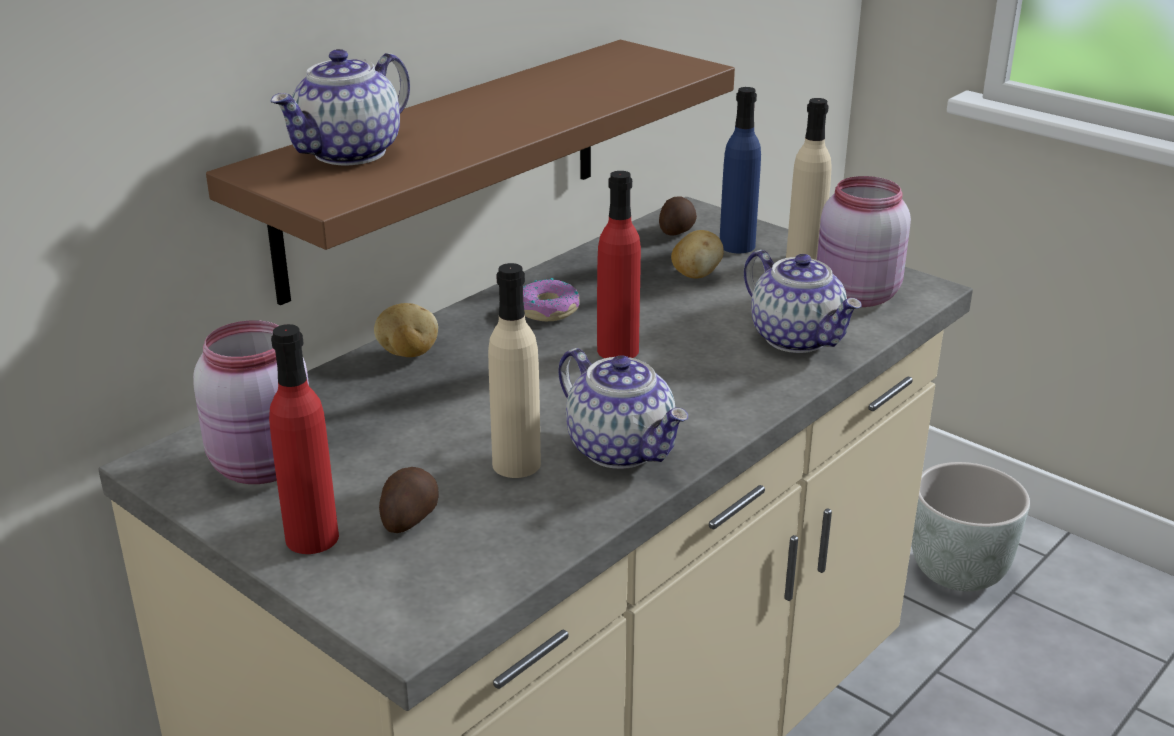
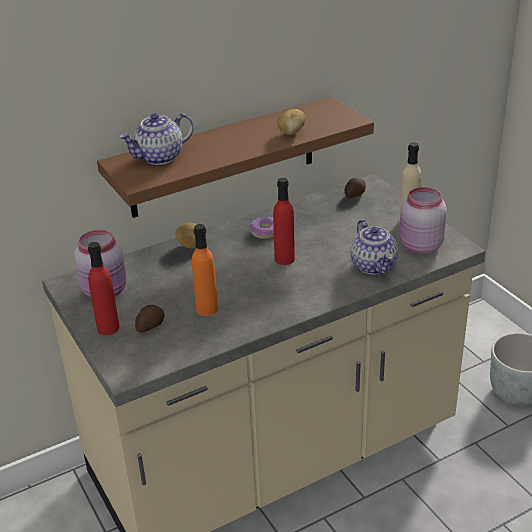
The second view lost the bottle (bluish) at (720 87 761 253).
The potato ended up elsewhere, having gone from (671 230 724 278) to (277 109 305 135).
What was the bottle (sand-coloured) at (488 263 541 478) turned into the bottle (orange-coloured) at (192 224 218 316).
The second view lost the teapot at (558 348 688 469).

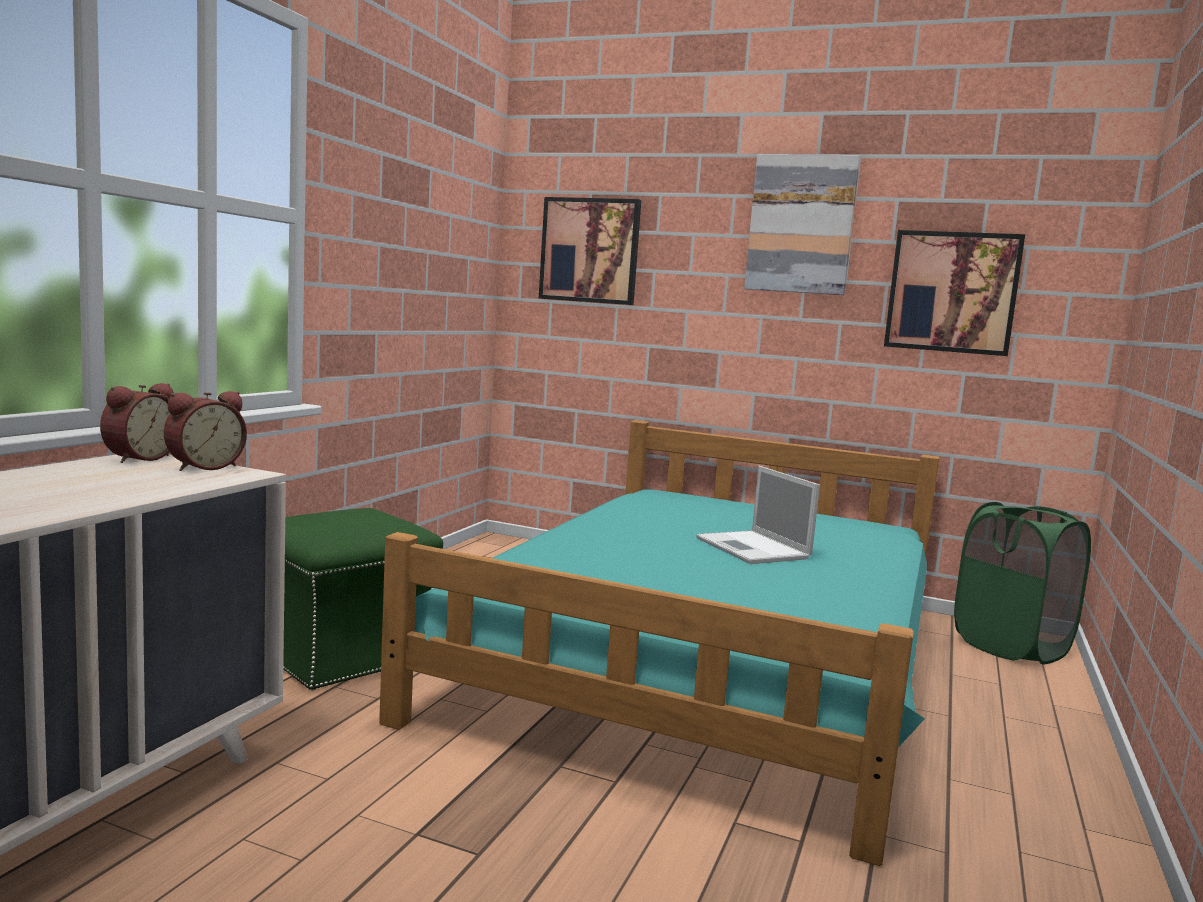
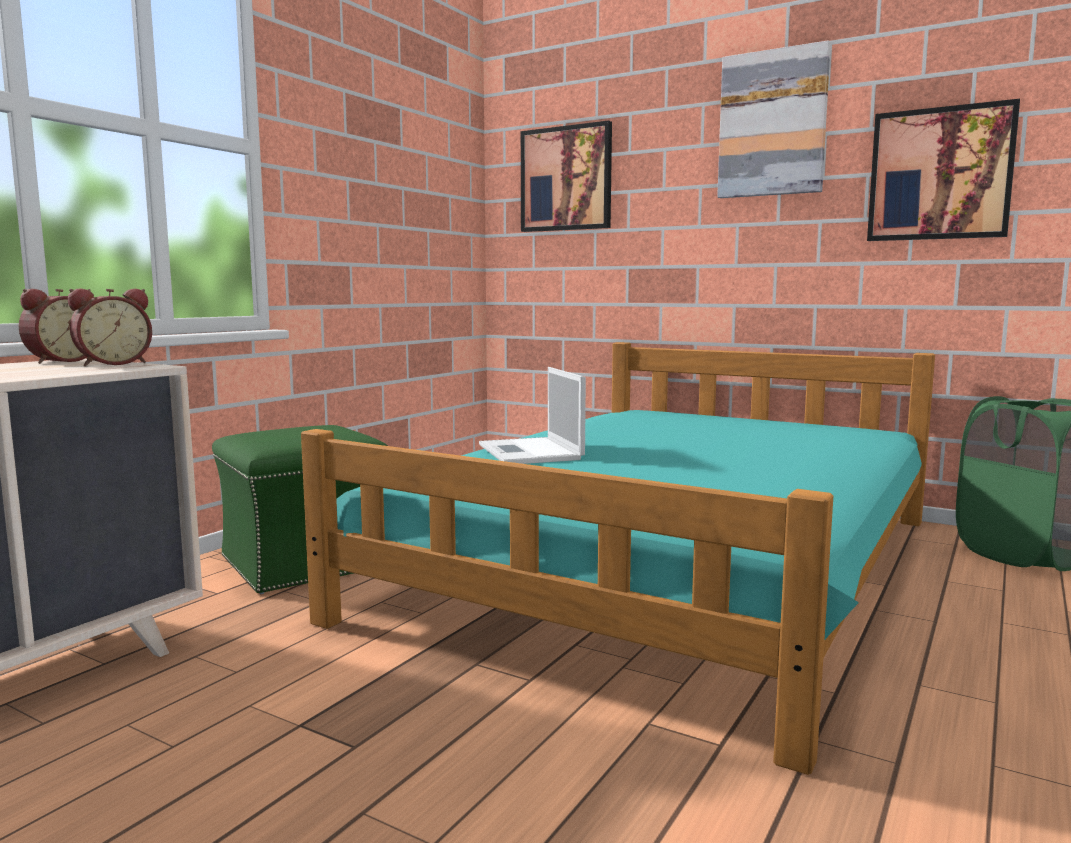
The portable computer ended up elsewhere, having gone from (696 466 820 564) to (479 367 586 464).

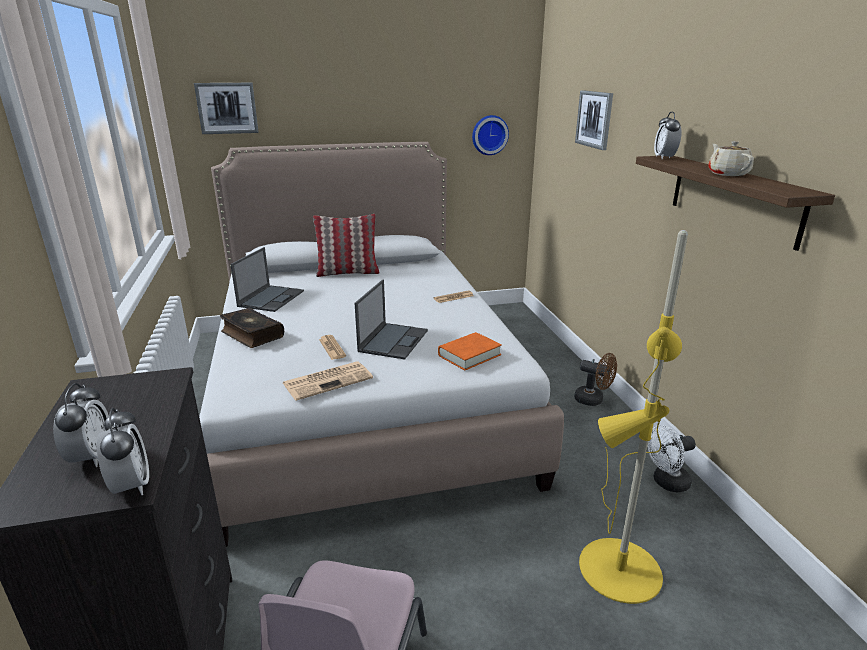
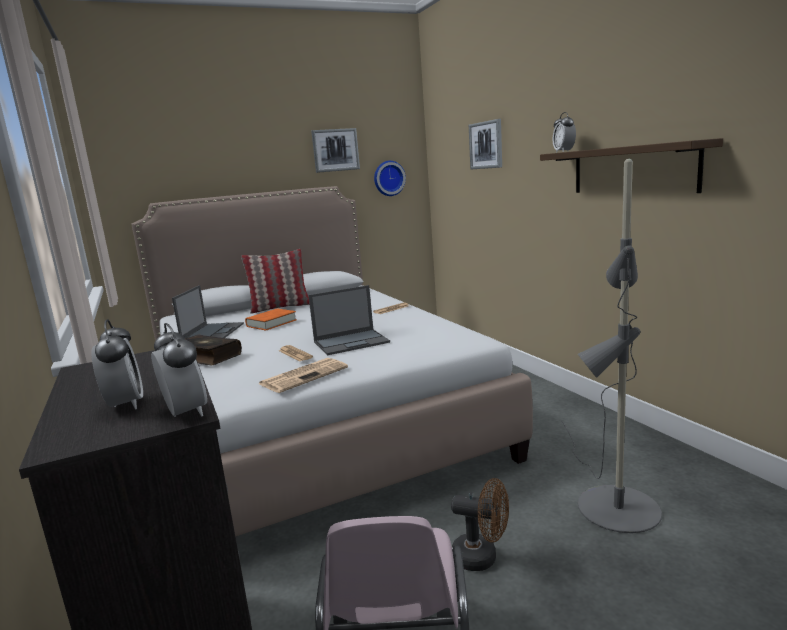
The wall picture ended up elsewhere, having gone from (194 83 259 134) to (311 128 360 173).
The second view lost the teapot (sand-coloured) at (708 141 754 176).
What was the floor lamp (yellow-coloured) at (579 230 688 604) turned into the floor lamp (greyish) at (560 159 662 533).
The portable computer at (355 279 428 359) ended up facing another way, 60 degrees clockwise from before.
The bound book (orange-coloured) ended up elsewhere, having gone from (438 332 502 371) to (245 308 297 331).
The electric fan (brown-coloured) ended up elsewhere, having gone from (574 353 617 406) to (451 478 509 571).
The second view lost the electric fan (white-coloured) at (647 425 696 493).

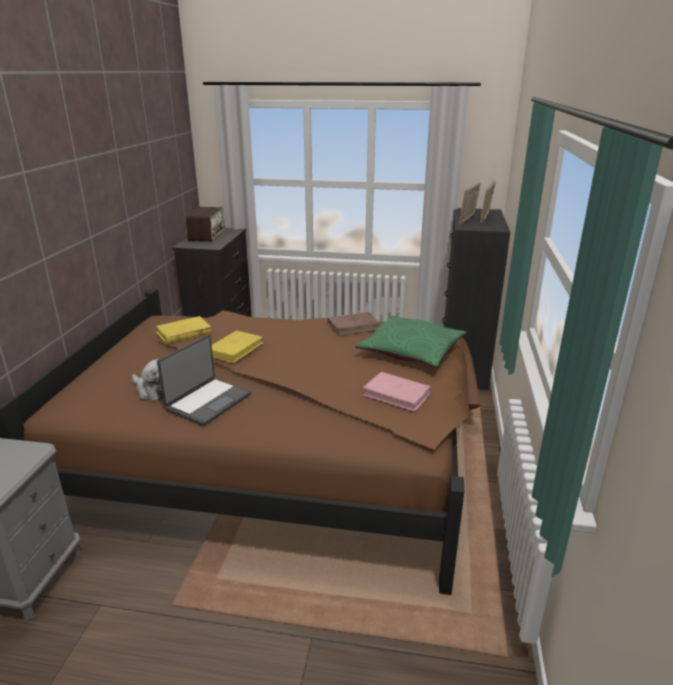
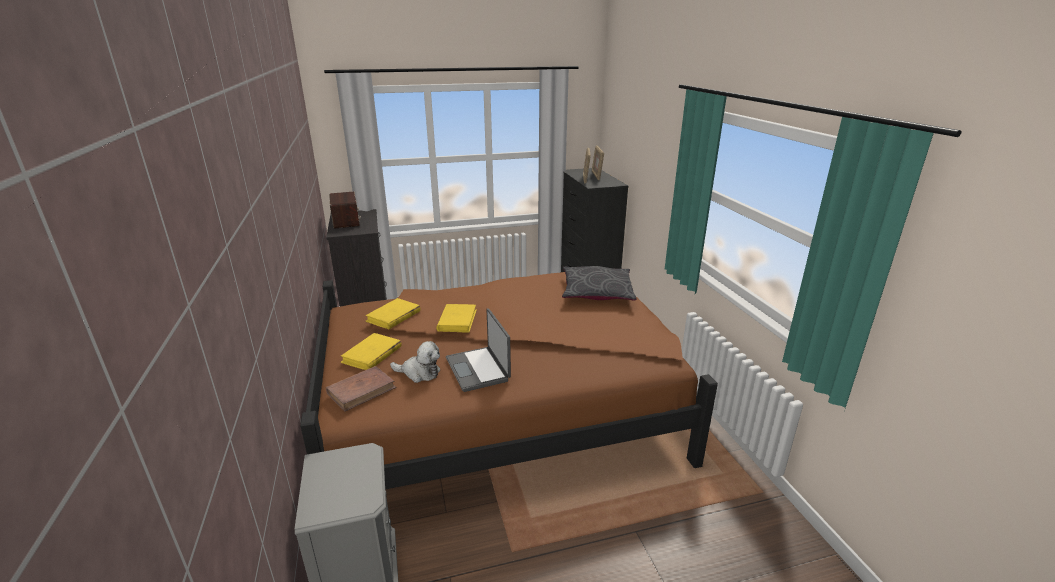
The bound book (brown-coloured) ended up elsewhere, having gone from (328 312 380 336) to (326 366 397 412).
What was the pillow (greenish) at (355 316 466 368) turned into the pillow (greyish) at (562 266 637 301).
The portable computer at (157 335 251 426) ended up facing another way, 150 degrees clockwise from before.
The second view lost the bound book (pink) at (363 372 431 412).
The second view gained the bound book (yellow-coloured) at (341 333 401 370).

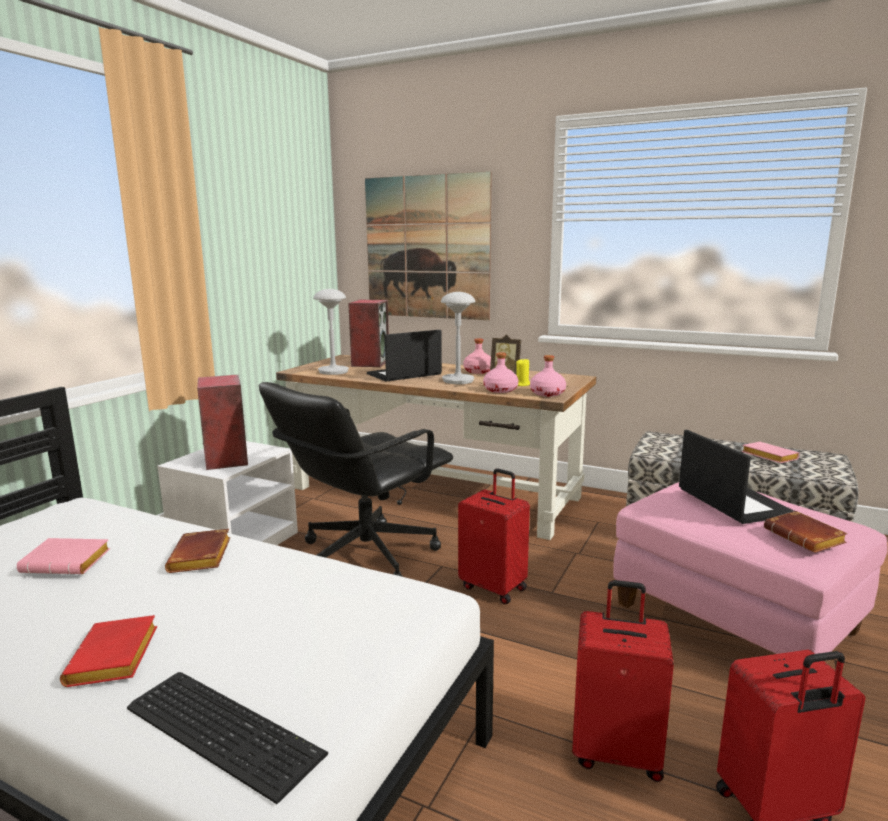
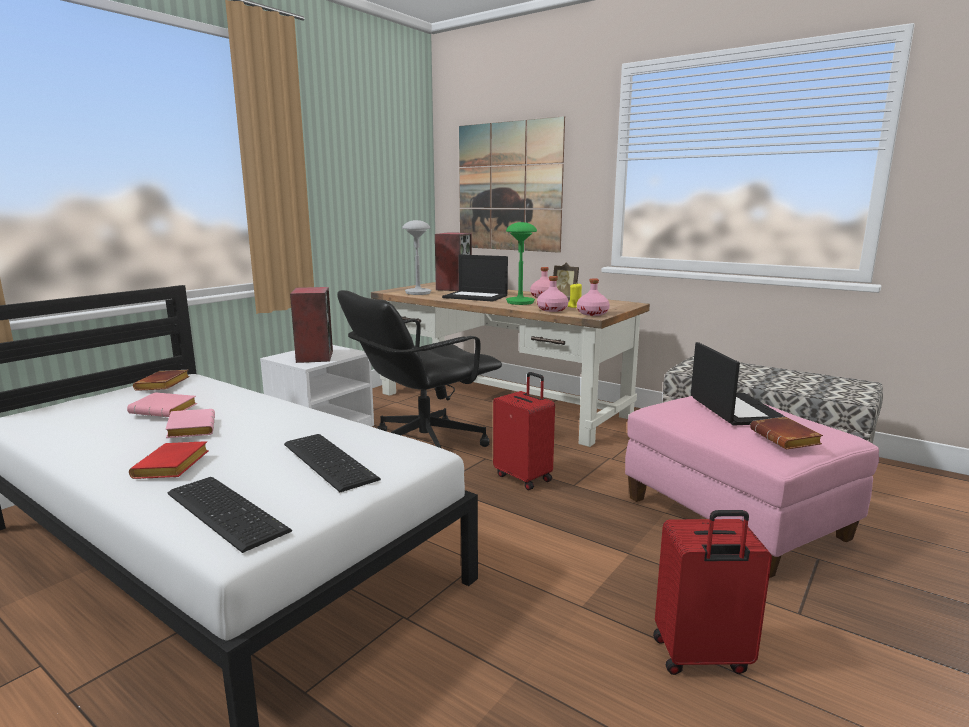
What was the lamp for a table (greyish) at (441 292 476 384) turned into the lamp for a table (greenish) at (506 222 537 305).
The portable computer at (367 330 442 382) ended up facing another way, 135 degrees counterclockwise from before.
The bound book (pink) ended up elsewhere, having gone from (742 442 800 463) to (165 409 215 438).
The bound book (brown-coloured) ended up elsewhere, having gone from (165 528 230 573) to (133 370 190 391).
The second view lost the travel case (reddish) at (572 580 674 782).
The second view gained the computer keyboard at (284 434 381 492).

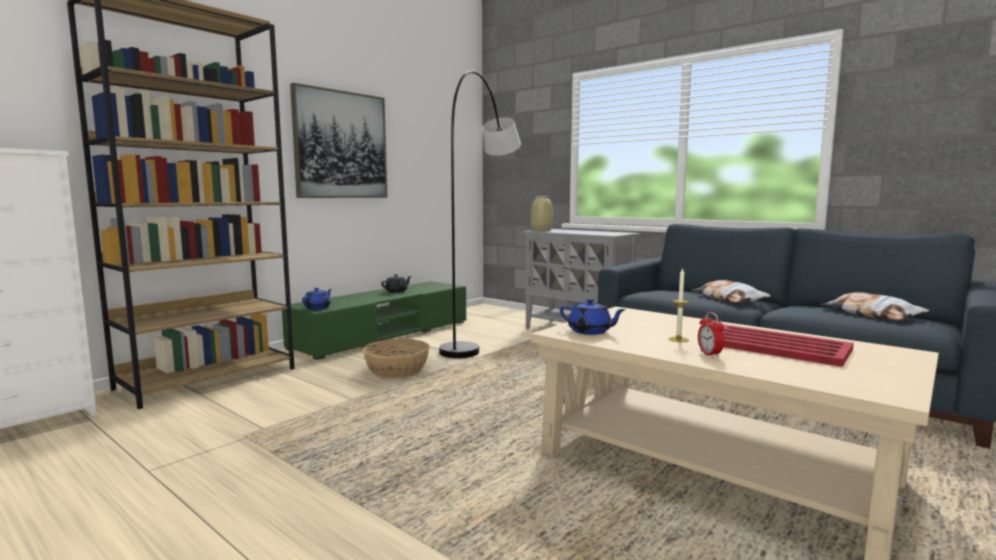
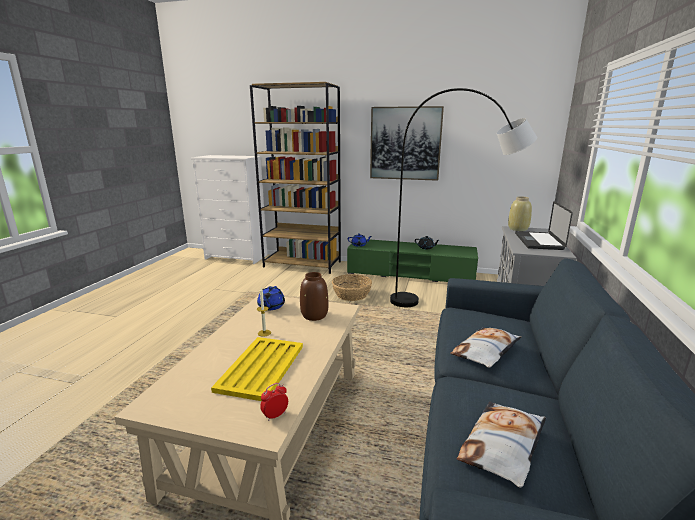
The bedside clock ended up elsewhere, having gone from (698 312 724 358) to (260 383 288 421).
What was the serving tray (reddish) at (722 324 854 367) turned into the serving tray (yellow-coloured) at (211 337 303 401).
The second view gained the portable computer at (515 201 573 250).
The second view gained the decorative vase (brown-coloured) at (300 272 328 321).

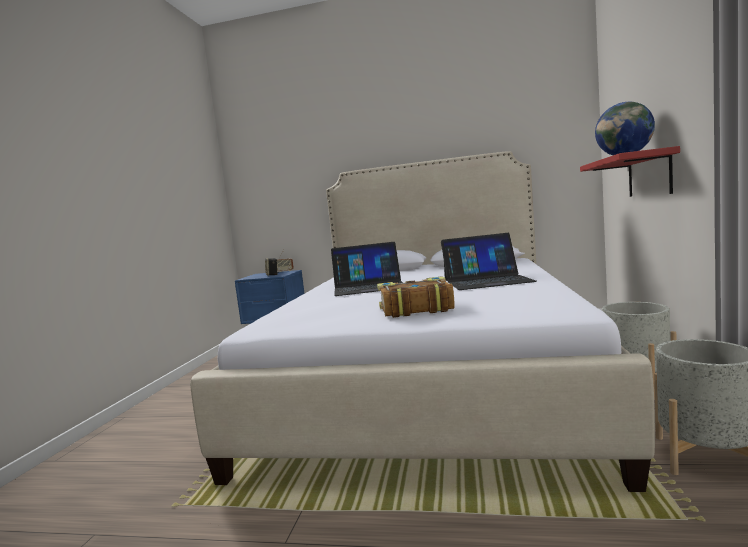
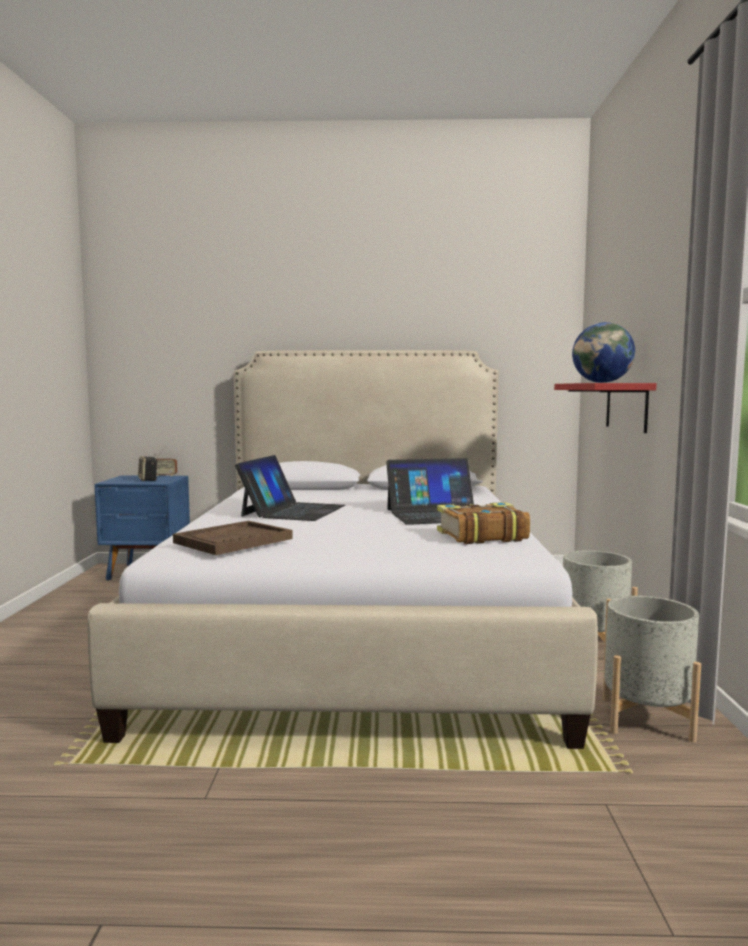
The portable computer at (331 242 403 296) ended up facing another way, 60 degrees counterclockwise from before.
The bound book ended up elsewhere, having gone from (377 276 455 318) to (437 502 530 544).
The second view gained the serving tray (brown-coloured) at (173 521 293 555).

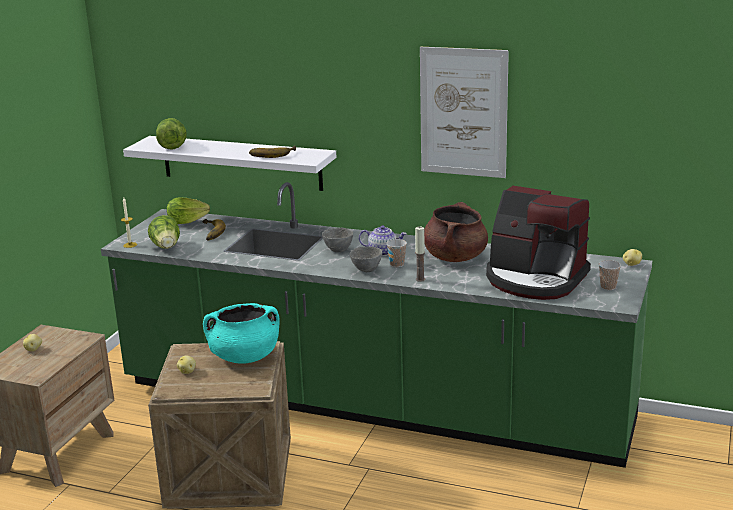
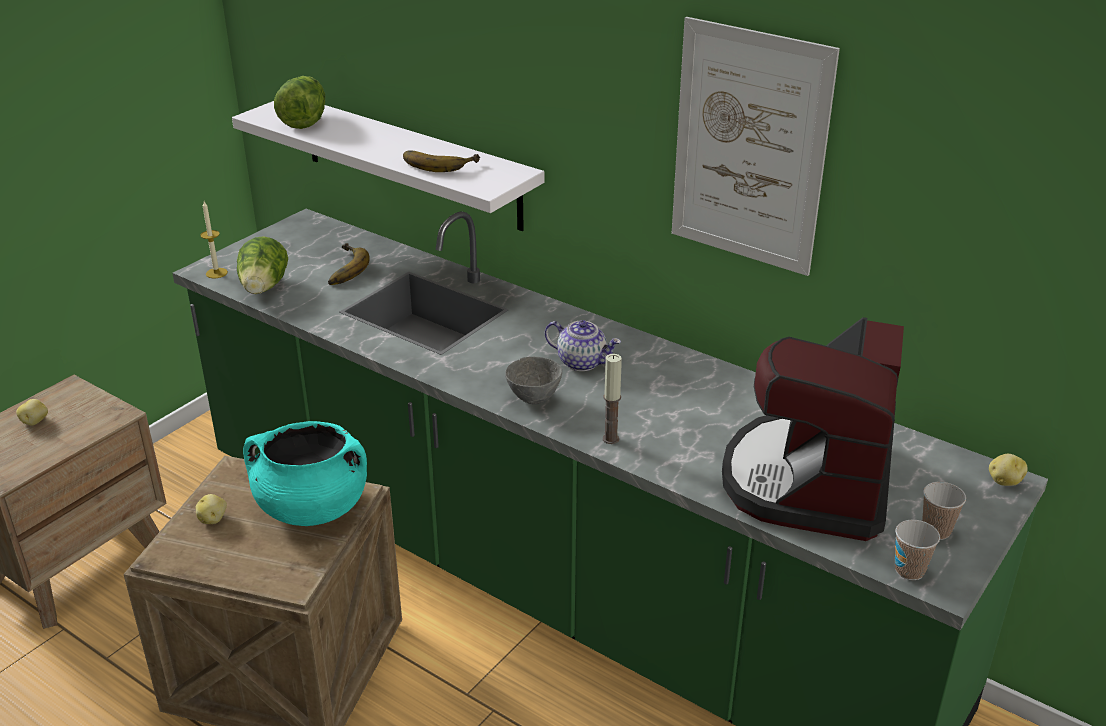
The coffee brewer at (486 186 591 300) ended up facing another way, 60 degrees clockwise from before.
The second view lost the head of lettuce at (167 198 210 224).
The second view lost the cooking pot (brown-coloured) at (424 202 488 262).
The second view lost the serving bowl (greyish) at (322 228 353 252).
The cup ended up elsewhere, having gone from (386 239 407 267) to (895 520 940 580).

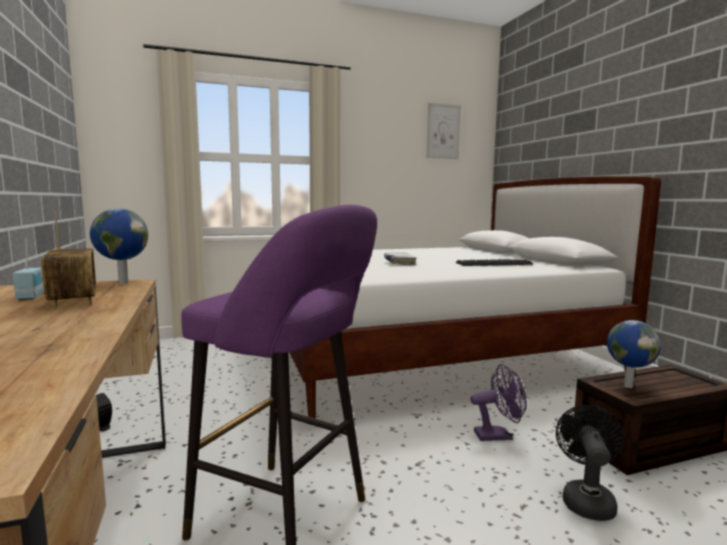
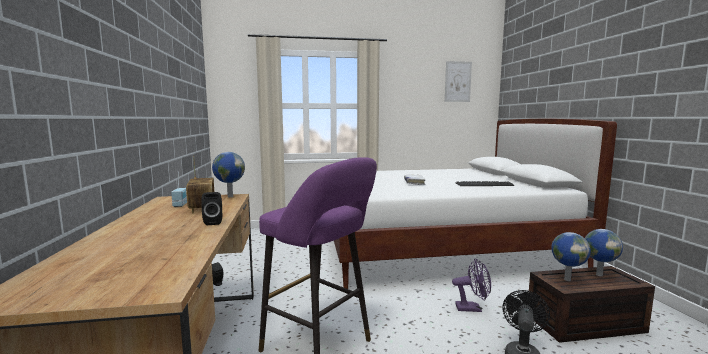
The second view gained the loudspeaker (blackish) at (201 192 222 225).
The second view gained the desk globe at (585 229 623 276).

